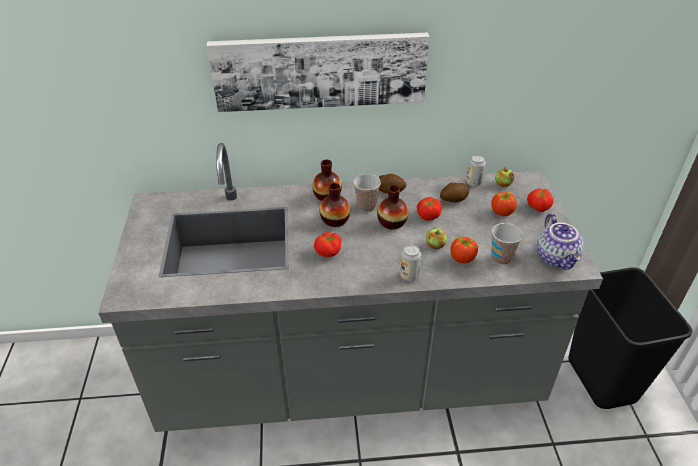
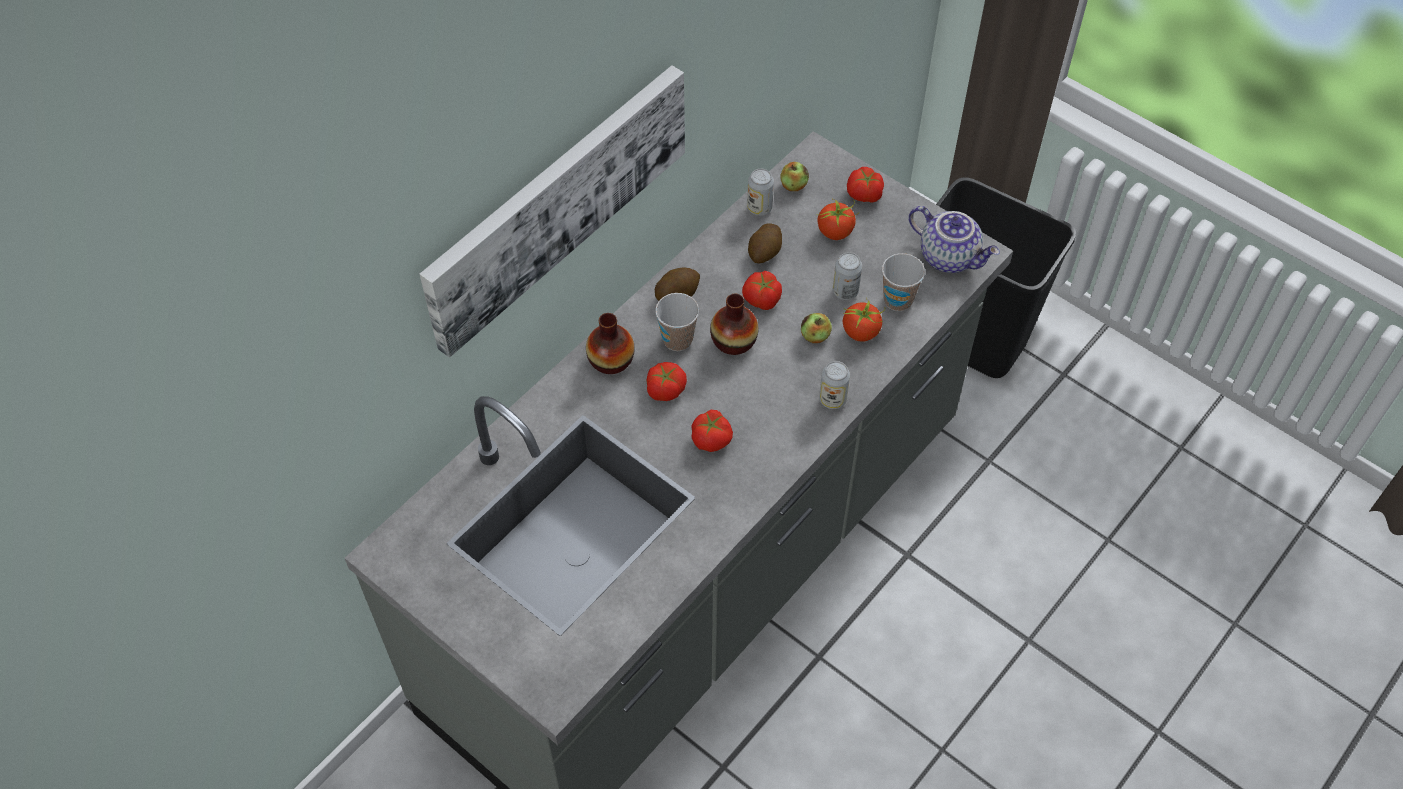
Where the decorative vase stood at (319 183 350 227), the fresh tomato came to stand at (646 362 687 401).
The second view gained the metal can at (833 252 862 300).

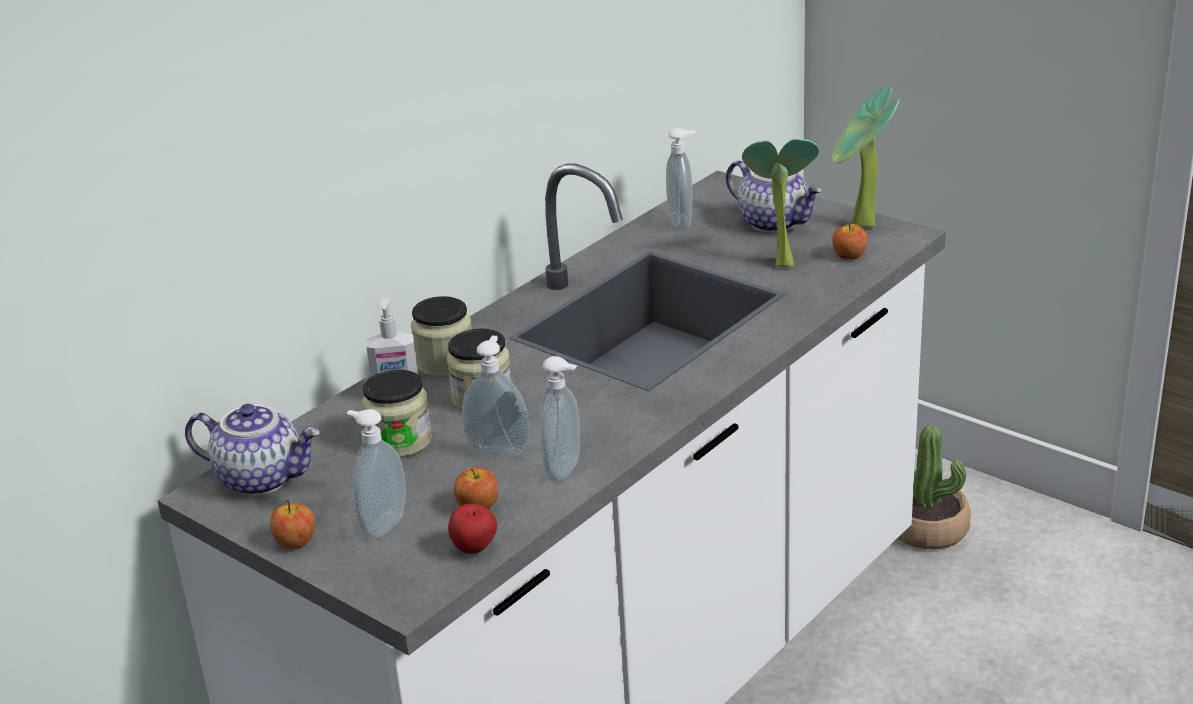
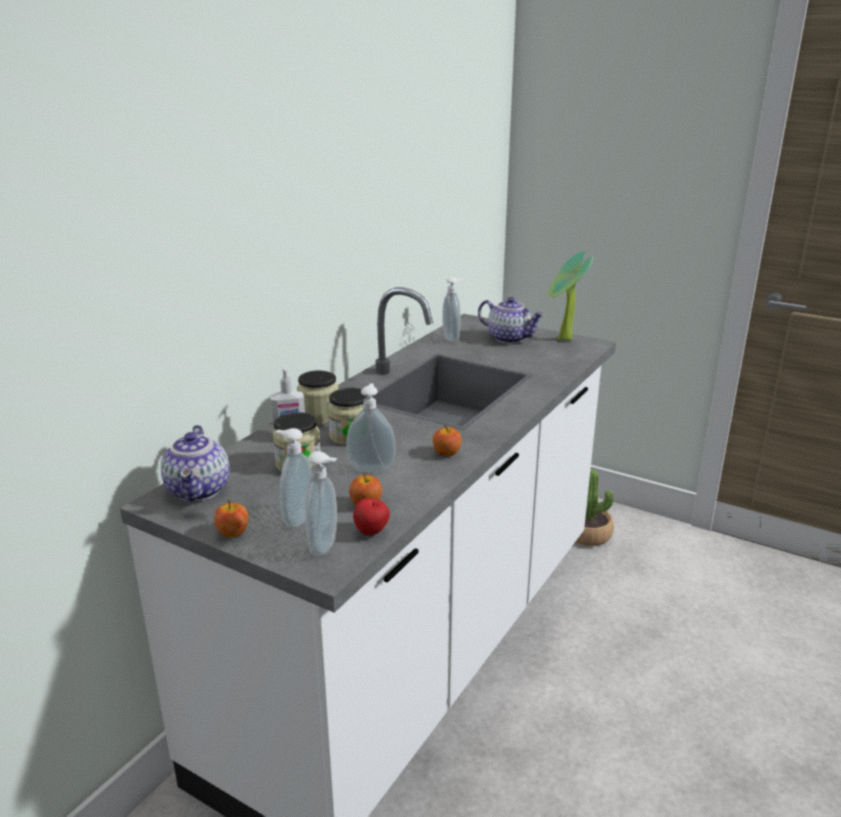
The second view lost the plant in a pot at (742 139 819 267).
The apple fruit ended up elsewhere, having gone from (832 221 868 260) to (433 425 461 456).
The soap dispenser ended up elsewhere, having gone from (540 356 580 482) to (305 451 337 556).
The teapot at (185 404 320 496) ended up facing another way, 75 degrees clockwise from before.

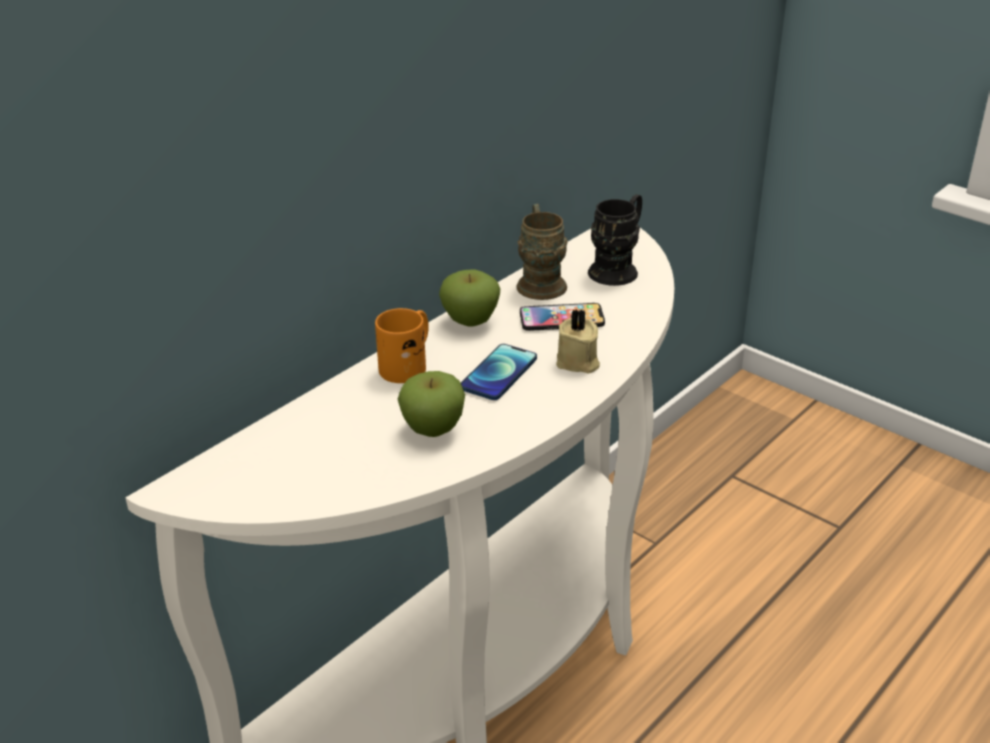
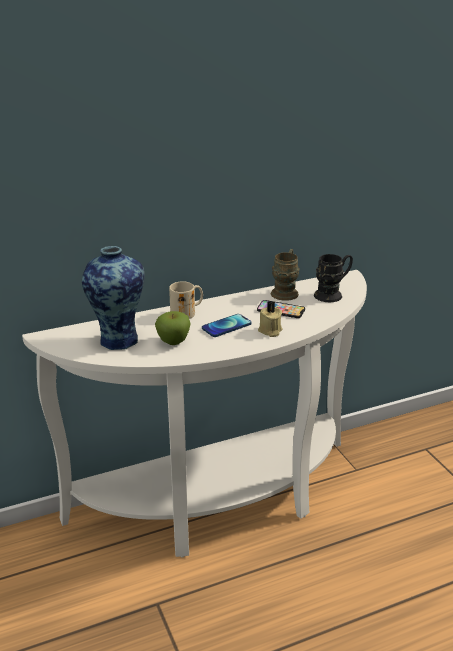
The second view lost the apple fruit at (439 270 500 327).
What was the coffee mug (orange-coloured) at (375 308 429 383) turned into the coffee mug (sand-coloured) at (169 281 203 319).
The second view gained the decorative vase at (82 246 145 350).

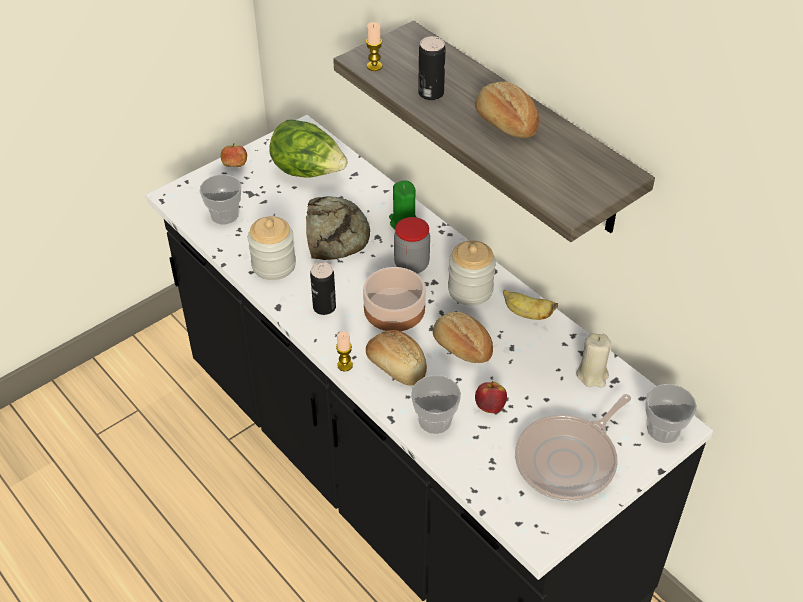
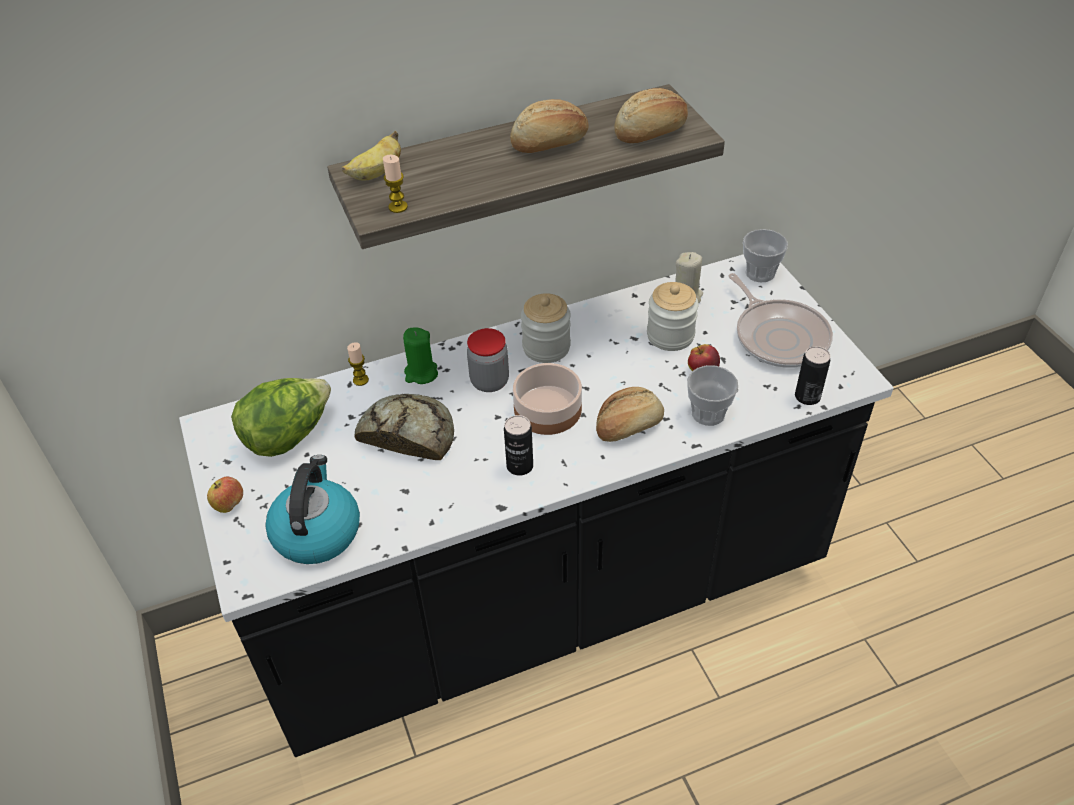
The metal can ended up elsewhere, having gone from (418 36 446 101) to (795 346 830 405).
Where the cup stood at (200 174 241 225), the tea kettle came to stand at (265 455 360 564).
The storage jar ended up elsewhere, having gone from (248 216 296 280) to (647 282 699 351).
The banana fruit ended up elsewhere, having gone from (503 290 558 320) to (342 131 401 181).
The bread ended up elsewhere, having gone from (433 312 493 363) to (614 88 688 143).
The wax light ended up elsewhere, having gone from (336 331 353 372) to (347 342 369 386).

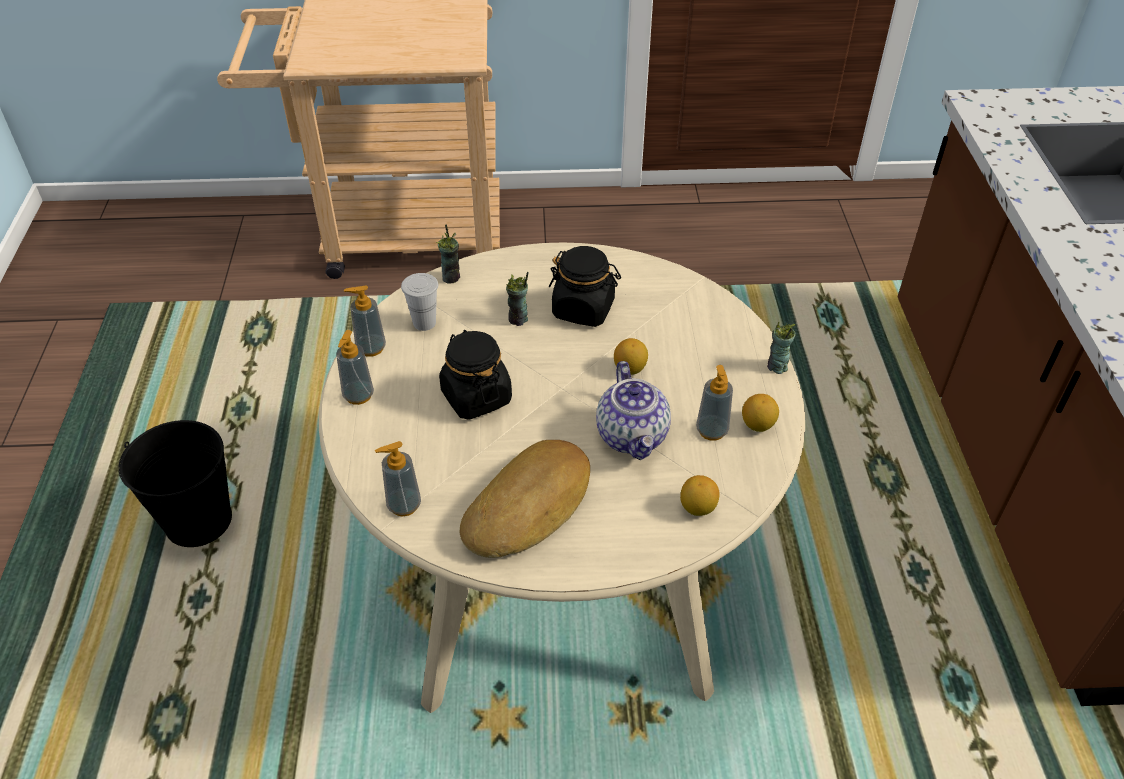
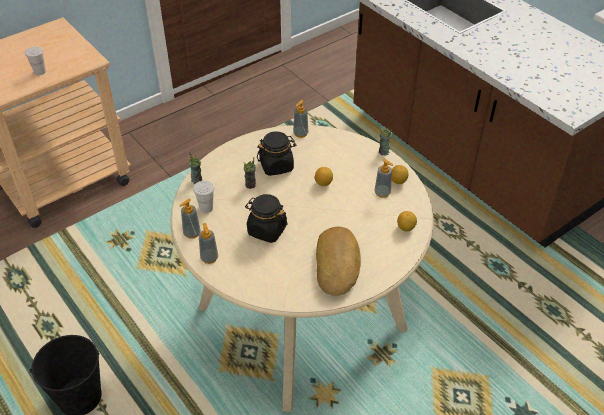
The second view lost the teapot at (596 361 671 460).
The soap dispenser ended up elsewhere, having gone from (375 441 421 516) to (293 100 308 138).
The second view gained the cup (white-coloured) at (25 47 46 76).

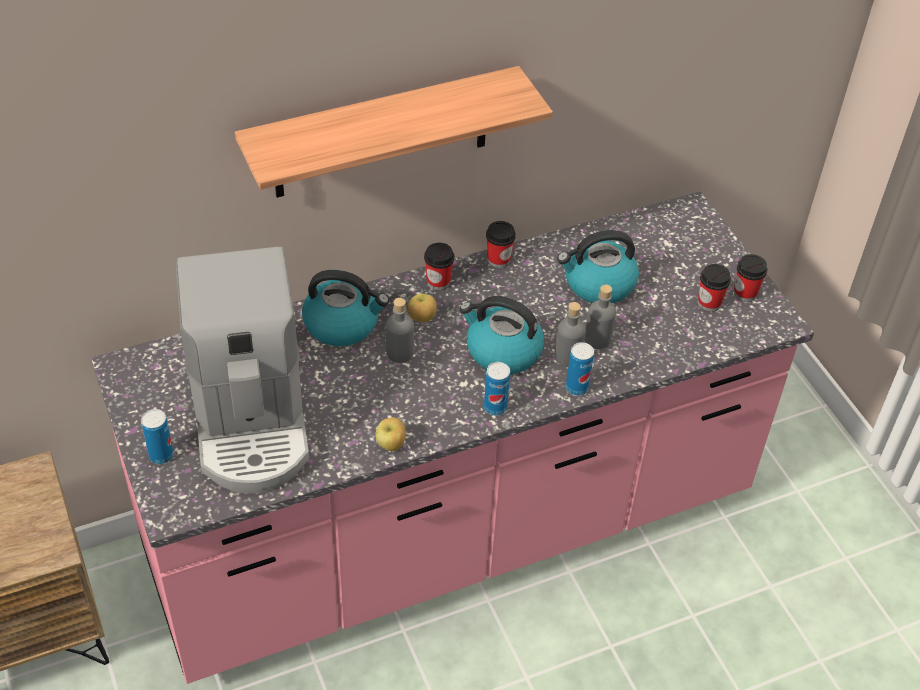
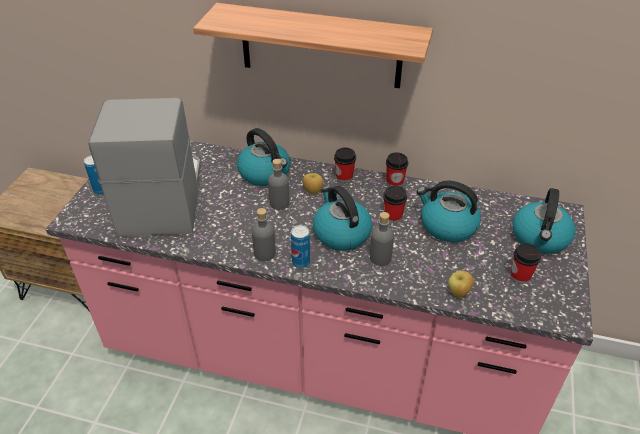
The coffee brewer at (175 246 309 493) ended up facing another way, 150 degrees clockwise from before.
The cup ended up elsewhere, having gone from (734 254 767 302) to (383 186 407 223).
The bottle (greyish) ended up elsewhere, having gone from (585 284 616 349) to (252 208 276 261).
The second view lost the metal can at (566 342 594 396).
The apple fruit ended up elsewhere, having gone from (375 417 406 451) to (448 271 474 297).
The second view gained the tea kettle at (513 188 575 254).

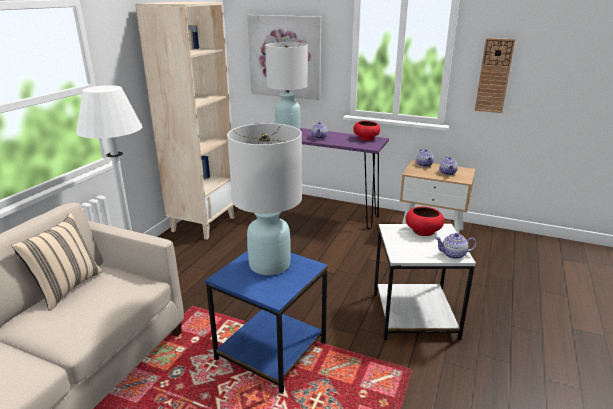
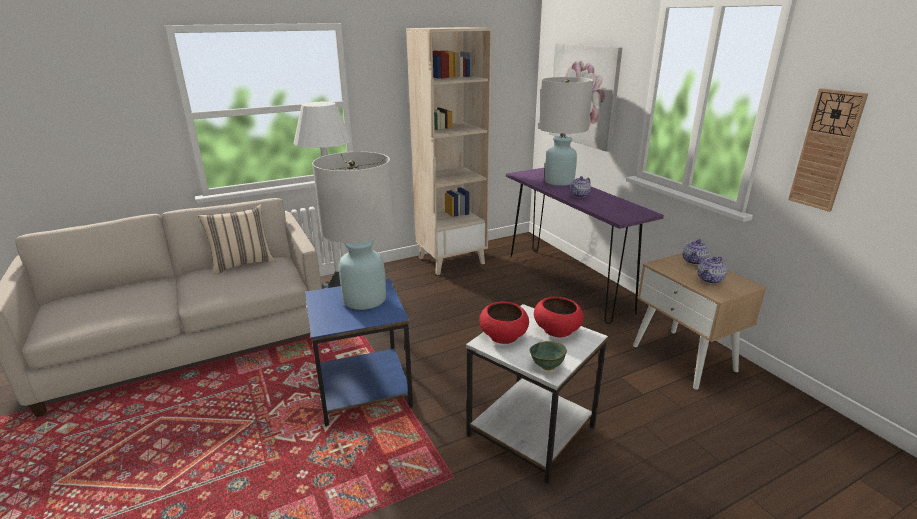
The serving bowl (reddish) ended up elsewhere, having gone from (353 121 380 141) to (479 301 529 344).
Where the teapot stood at (435 233 477 259), the serving bowl (greenish) came to stand at (530 341 567 370).

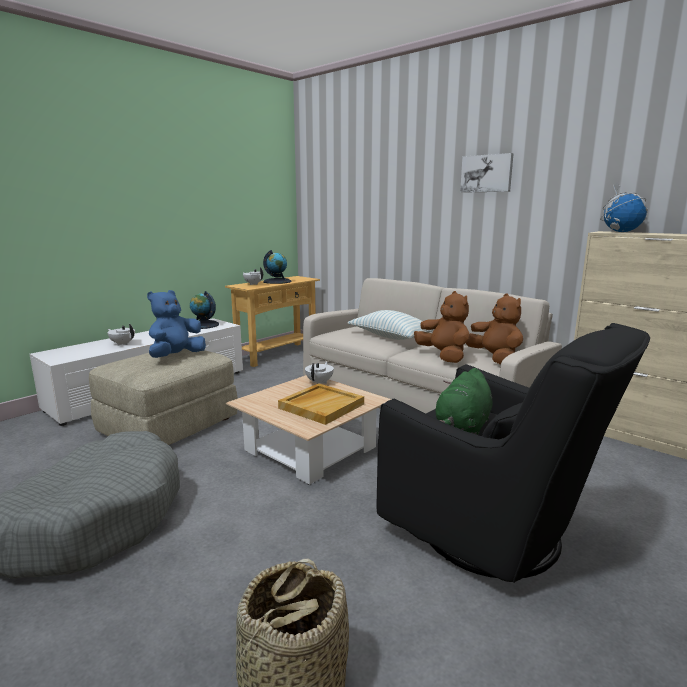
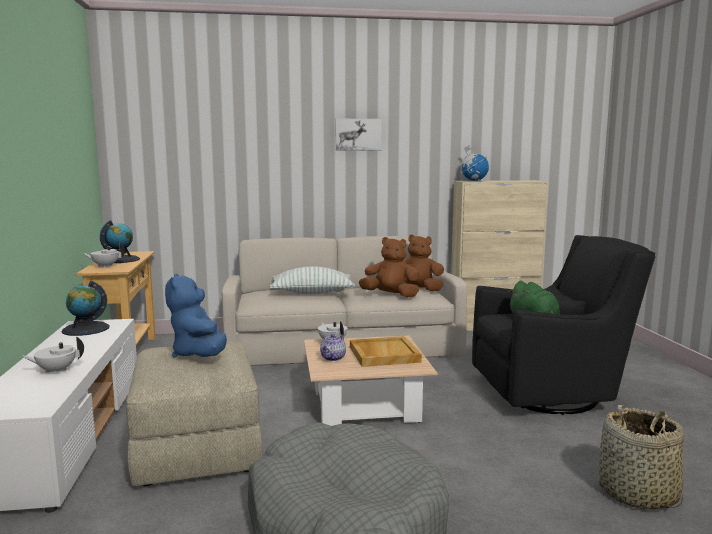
The second view gained the teapot at (320 334 346 361).

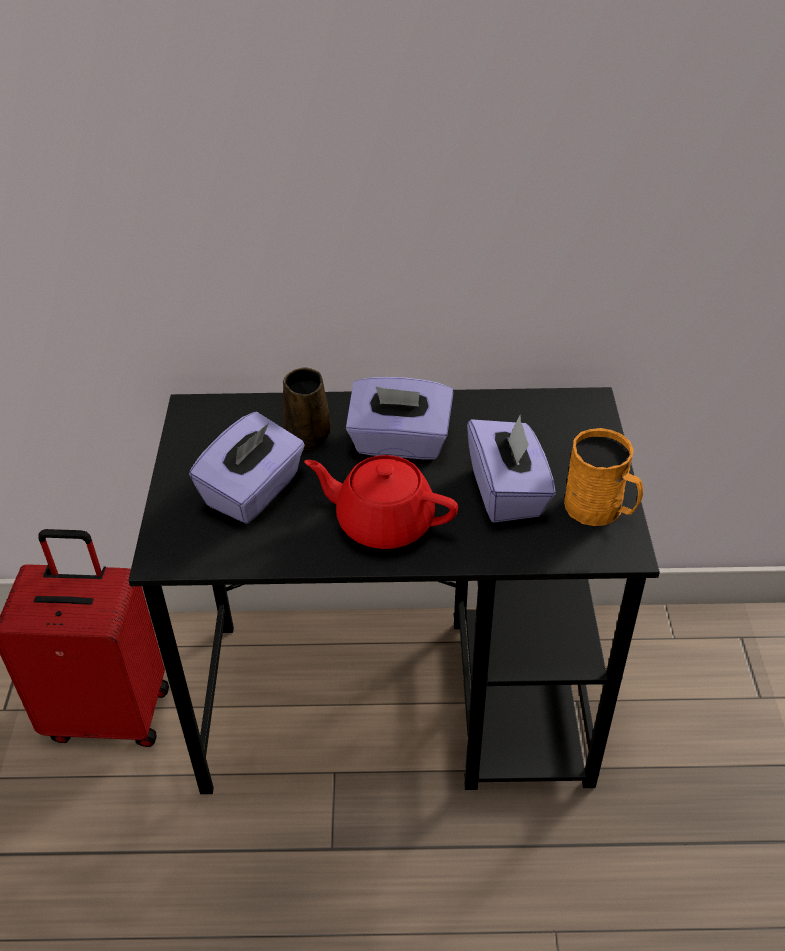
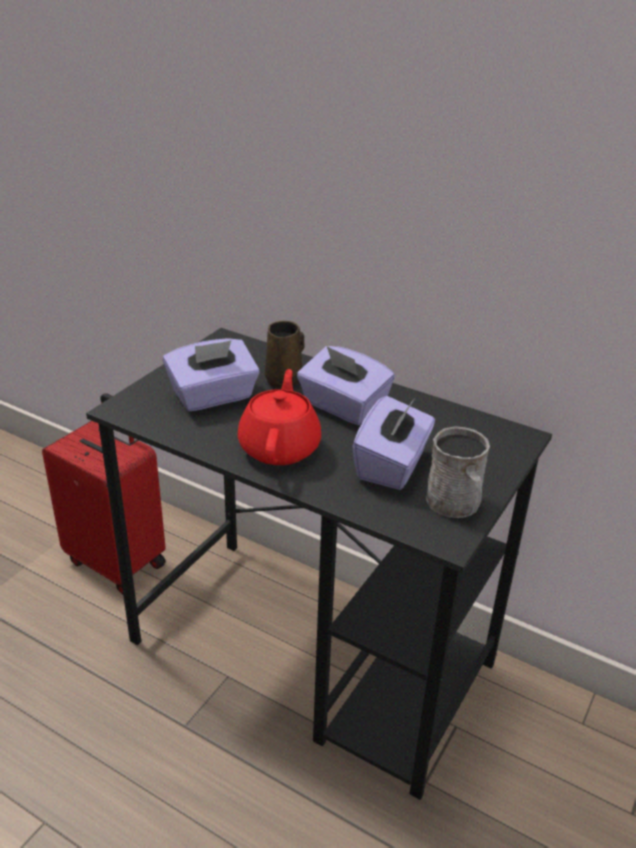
What was the coffee mug (orange-coloured) at (564 428 643 526) turned into the coffee mug (greyish) at (426 426 490 518).
The teapot (reddish) at (304 455 458 549) ended up facing another way, 45 degrees clockwise from before.

